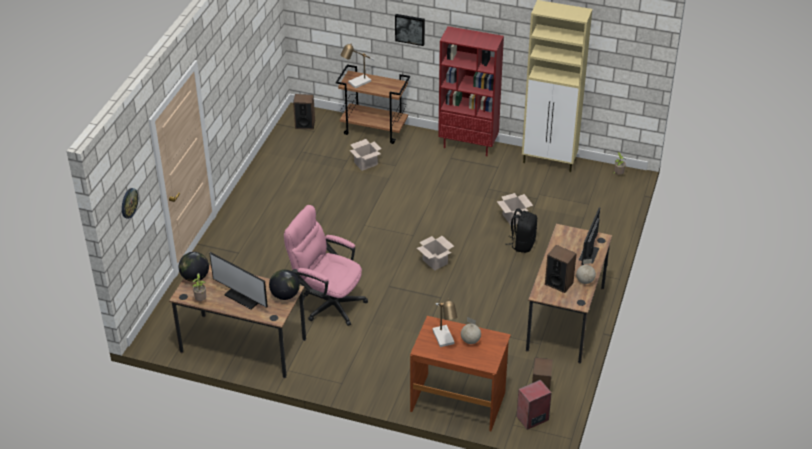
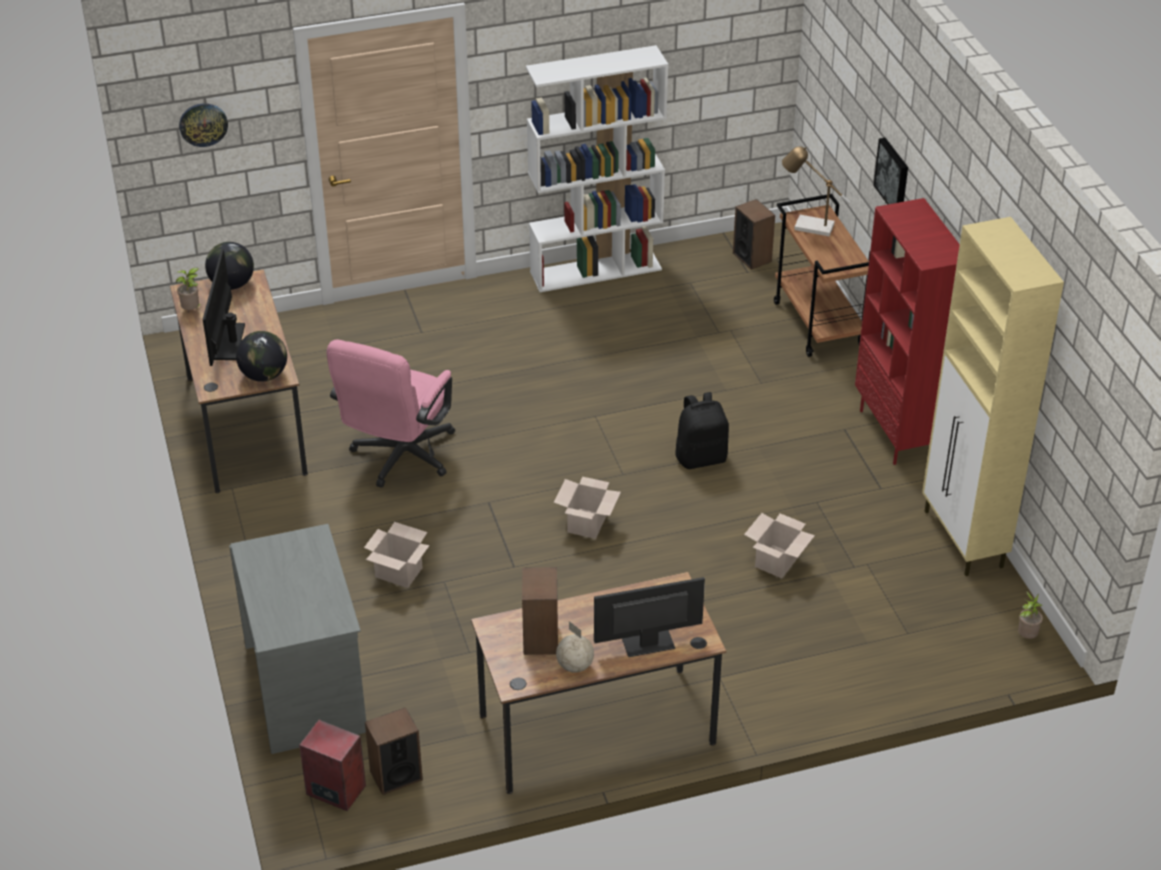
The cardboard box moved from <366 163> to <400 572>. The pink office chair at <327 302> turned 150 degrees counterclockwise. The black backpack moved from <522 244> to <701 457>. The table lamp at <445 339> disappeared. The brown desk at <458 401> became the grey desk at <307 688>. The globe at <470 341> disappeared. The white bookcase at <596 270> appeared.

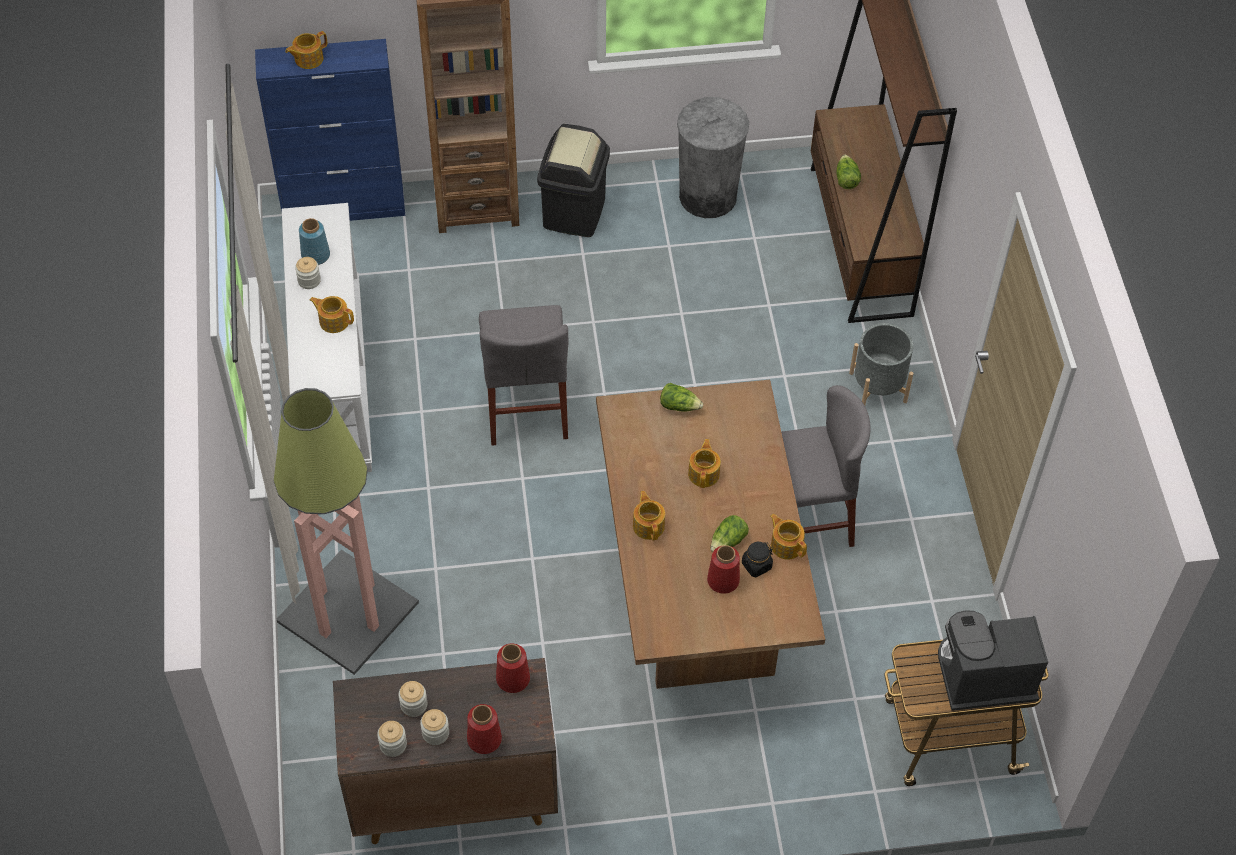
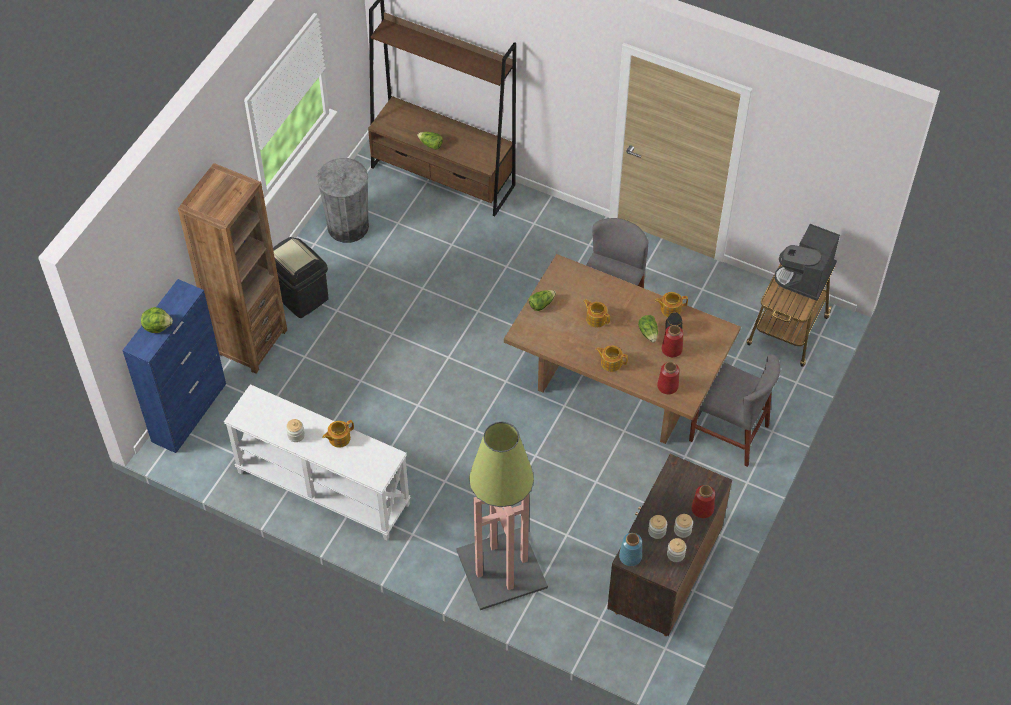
The teapot at <308 59> was replaced by the lettuce at <157 326>. The blue vase moved from <316 255> to <630 556>. The grey chair moved from <526 405> to <728 433>. The grey planter at <878 387> disappeared. The red vase moved from <512 678> to <667 386>.

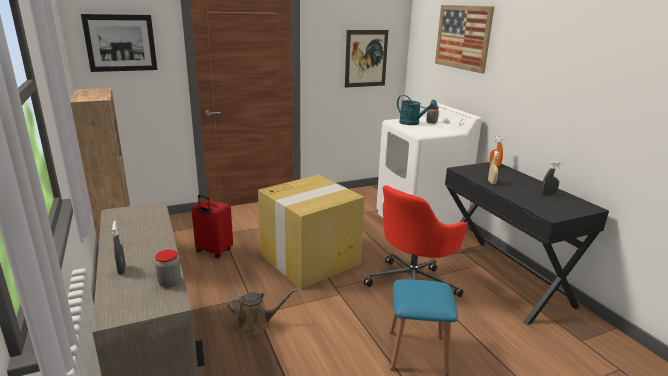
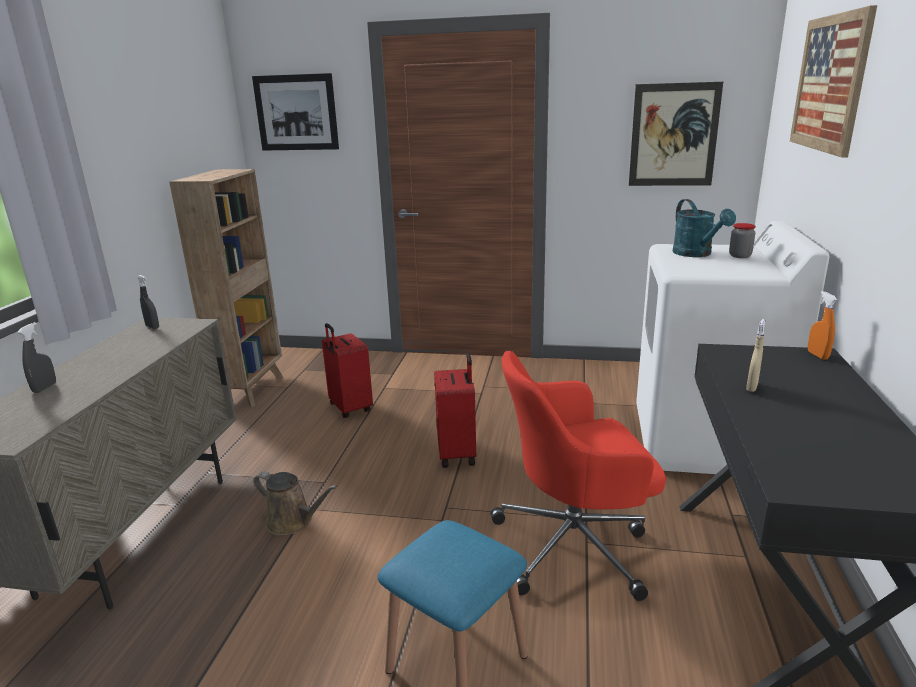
The grey spray bottle moved from <548 194> to <152 327>. The cardboard box at <311 259> was replaced by the red suitcase at <458 454>. The jar at <169 282> disappeared.

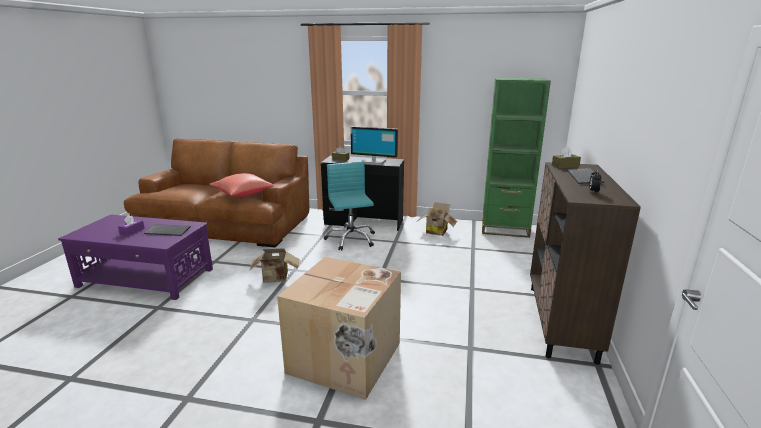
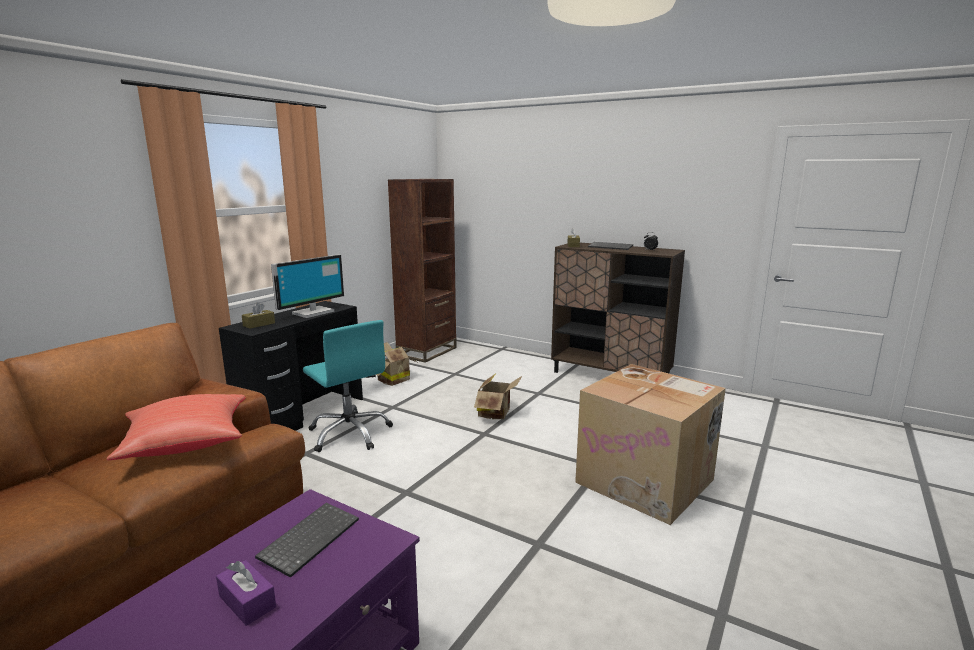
The green bookcase at <505 229> became the brown bookcase at <427 352>. The turquoise office chair at <350 239> turned 135 degrees counterclockwise. The cardboard box moved from <276 279> to <497 413>.

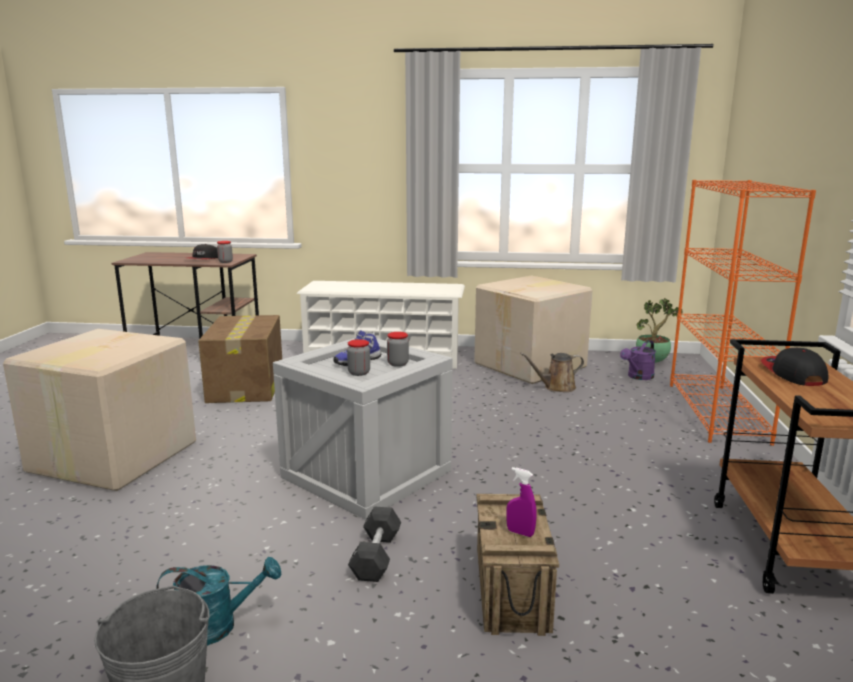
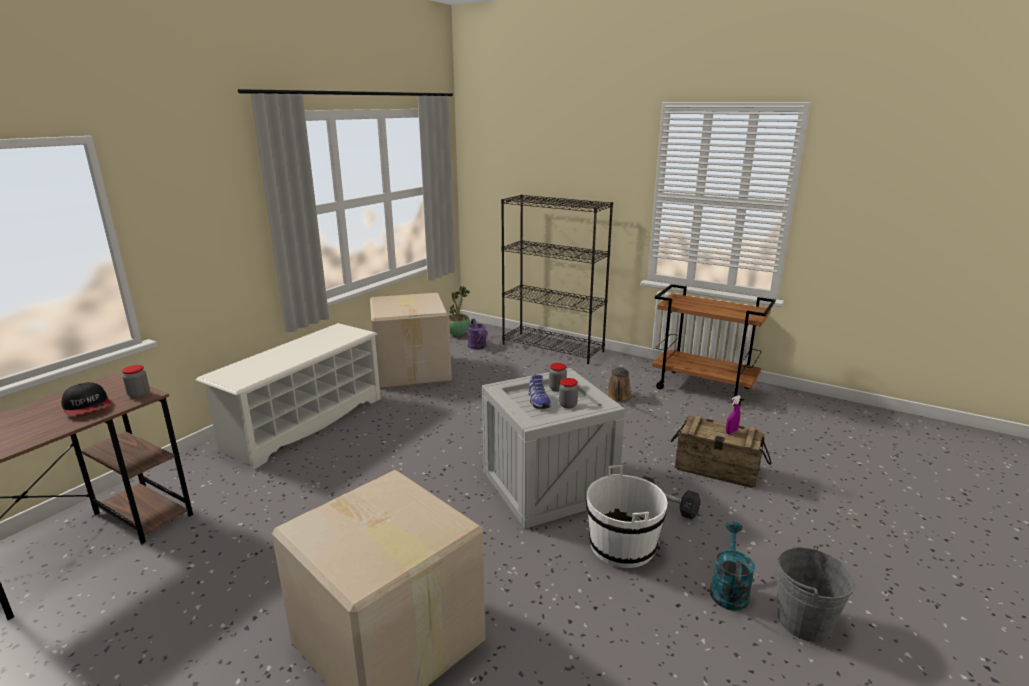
The orange bookcase at <717 412> became the black bookcase at <553 347>. The cardboard box at <246 386> disappeared. The cap at <793 373> disappeared. The brown watering can moved from <556 387> to <618 397>. The white bucket at <622 546> appeared.

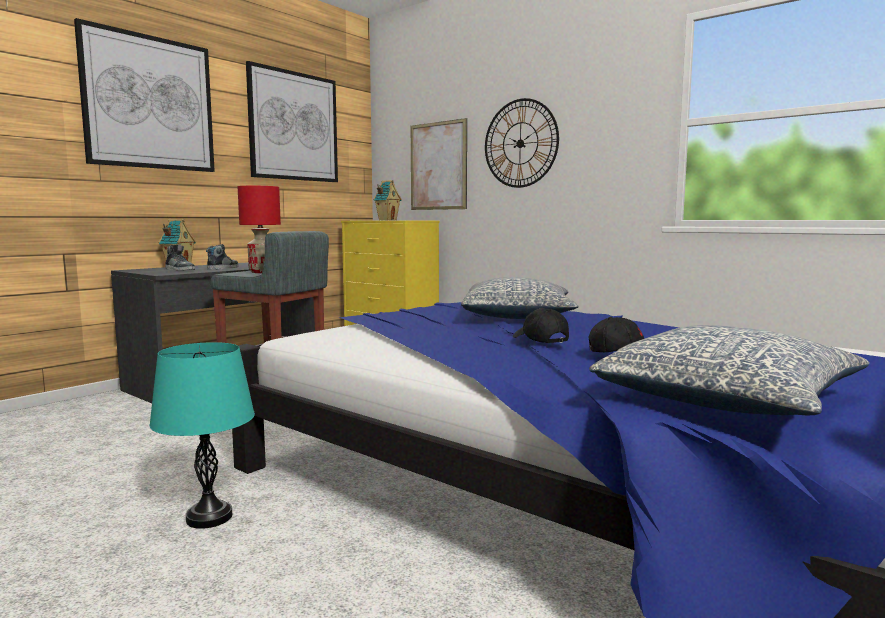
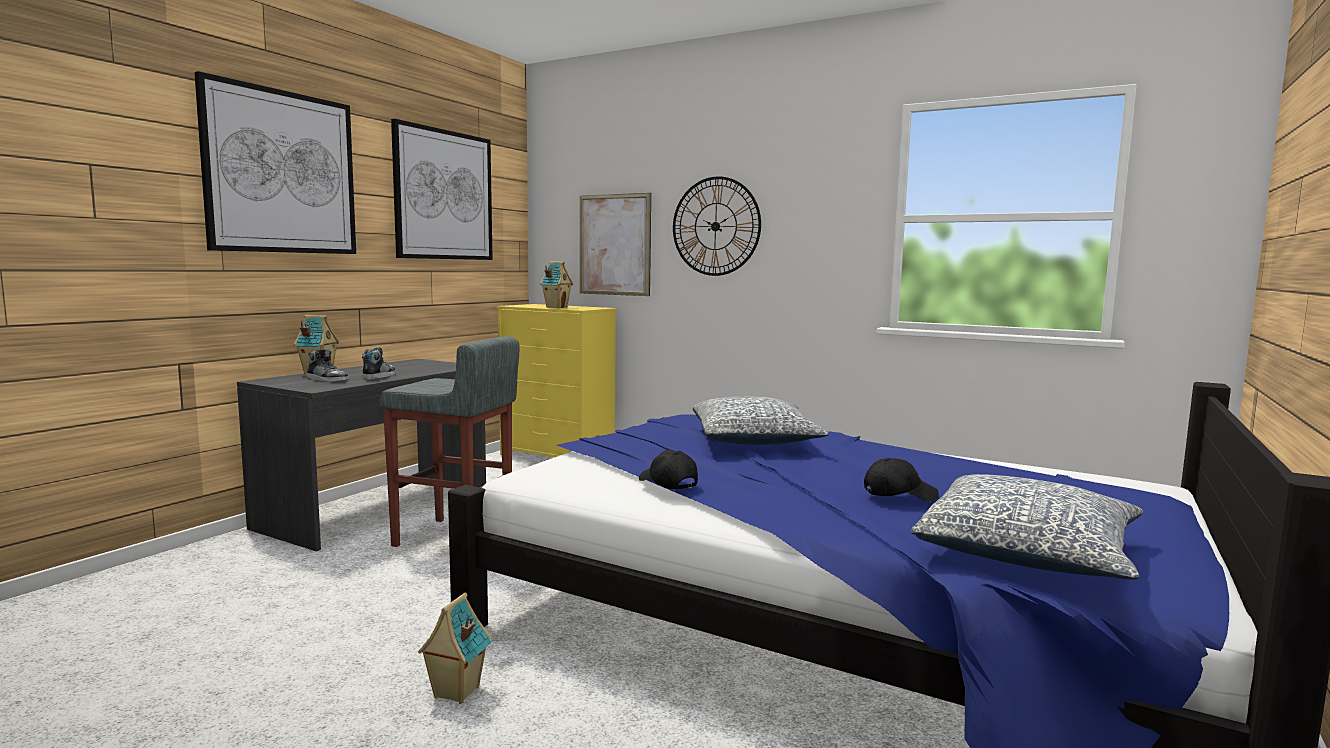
The red table lamp at <262 272> disappeared. The black cap moved from <539 340> to <667 483>. The turquoise table lamp at <209 517> was replaced by the toy house at <455 693>.

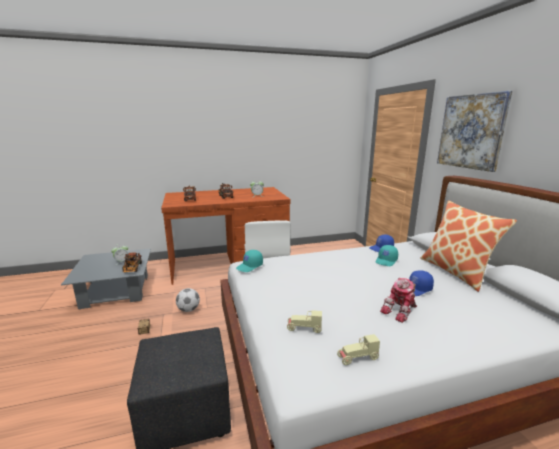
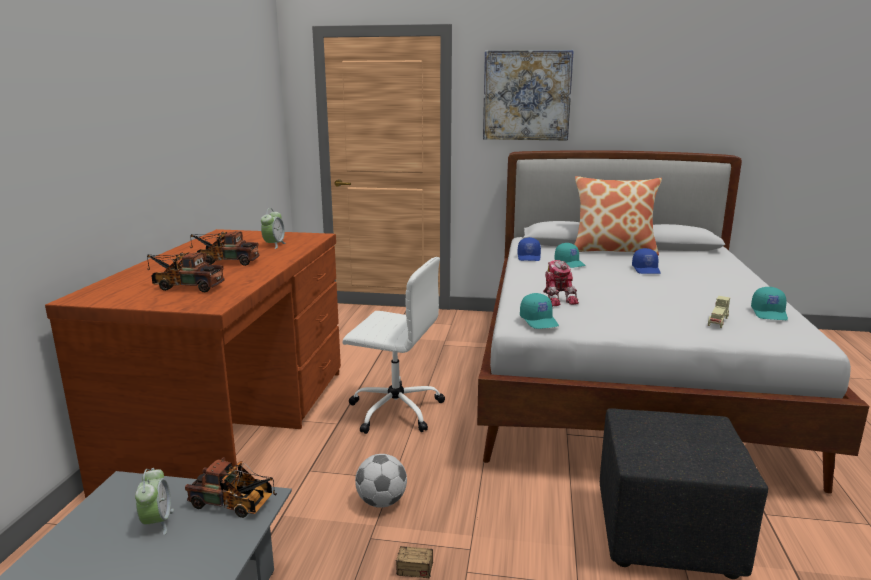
The toy robot moved from <401 311> to <558 299>. The beige toy car at <357 358> was replaced by the turquoise cap at <769 313>.

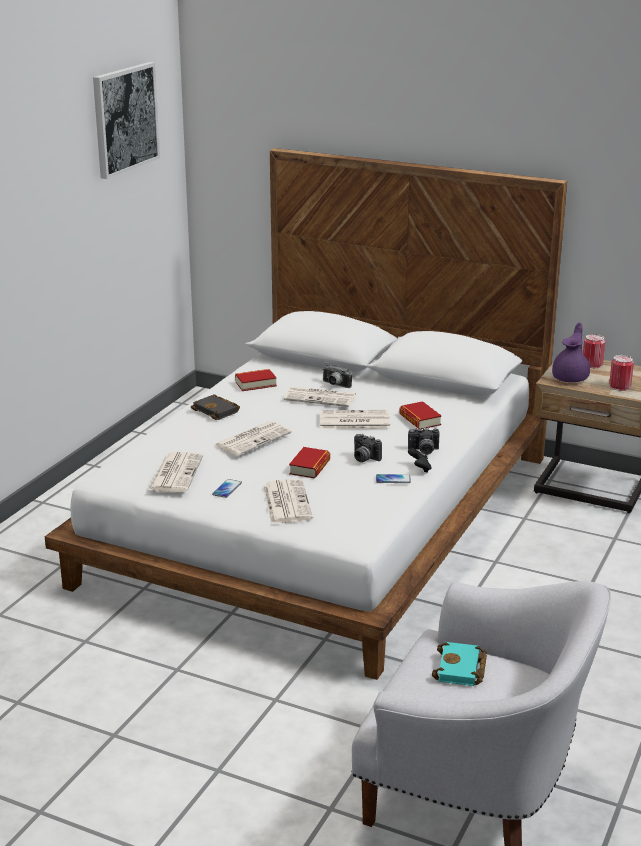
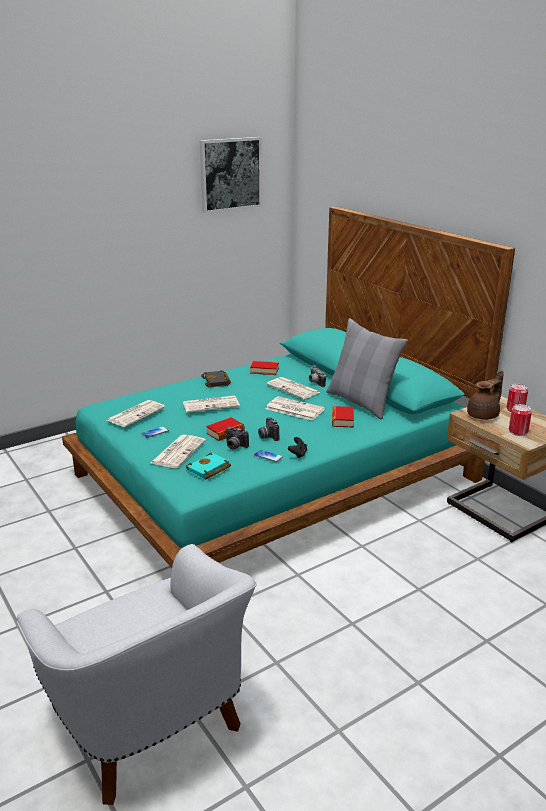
The white bed at <322 518> became the turquoise bed at <273 477>. The purple teapot at <571 377> became the brown teapot at <484 415>. The photo camera moved from <423 451> to <234 446>. The turquoise book moved from <461 669> to <208 470>. The grey pillow at <361 402> appeared.

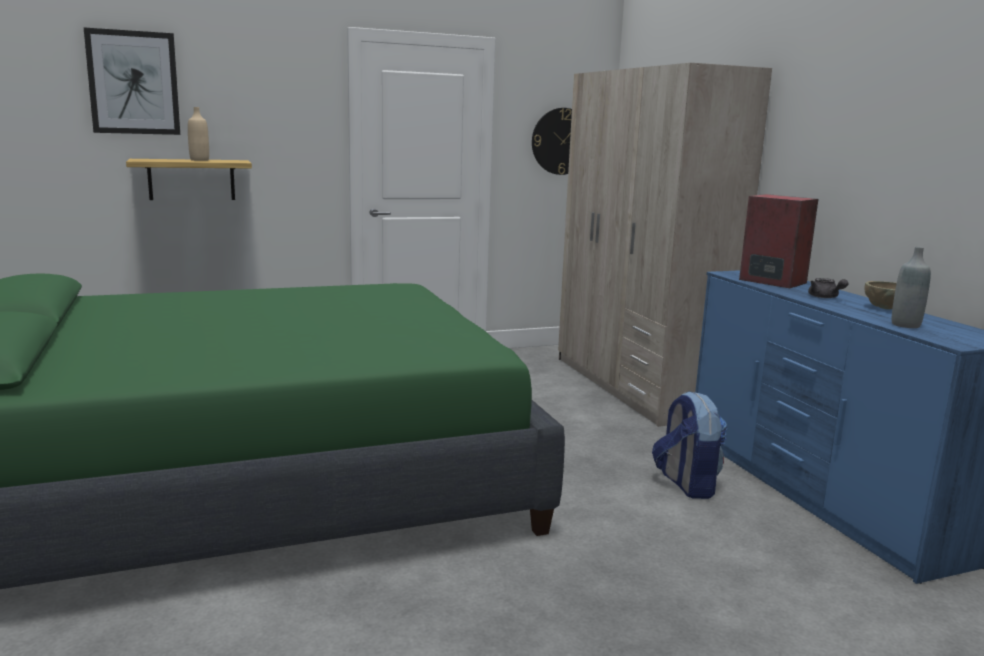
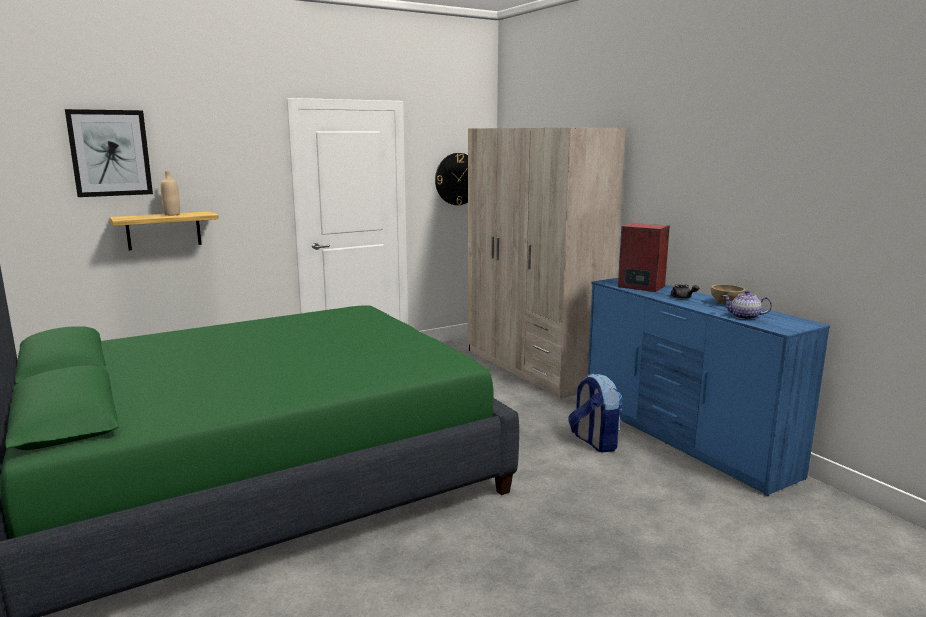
The grey bottle at <905 325> was replaced by the teapot at <744 317>.

